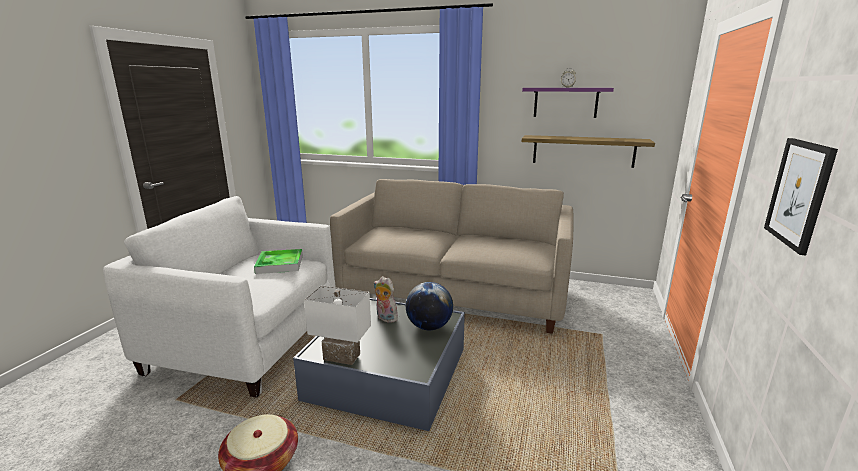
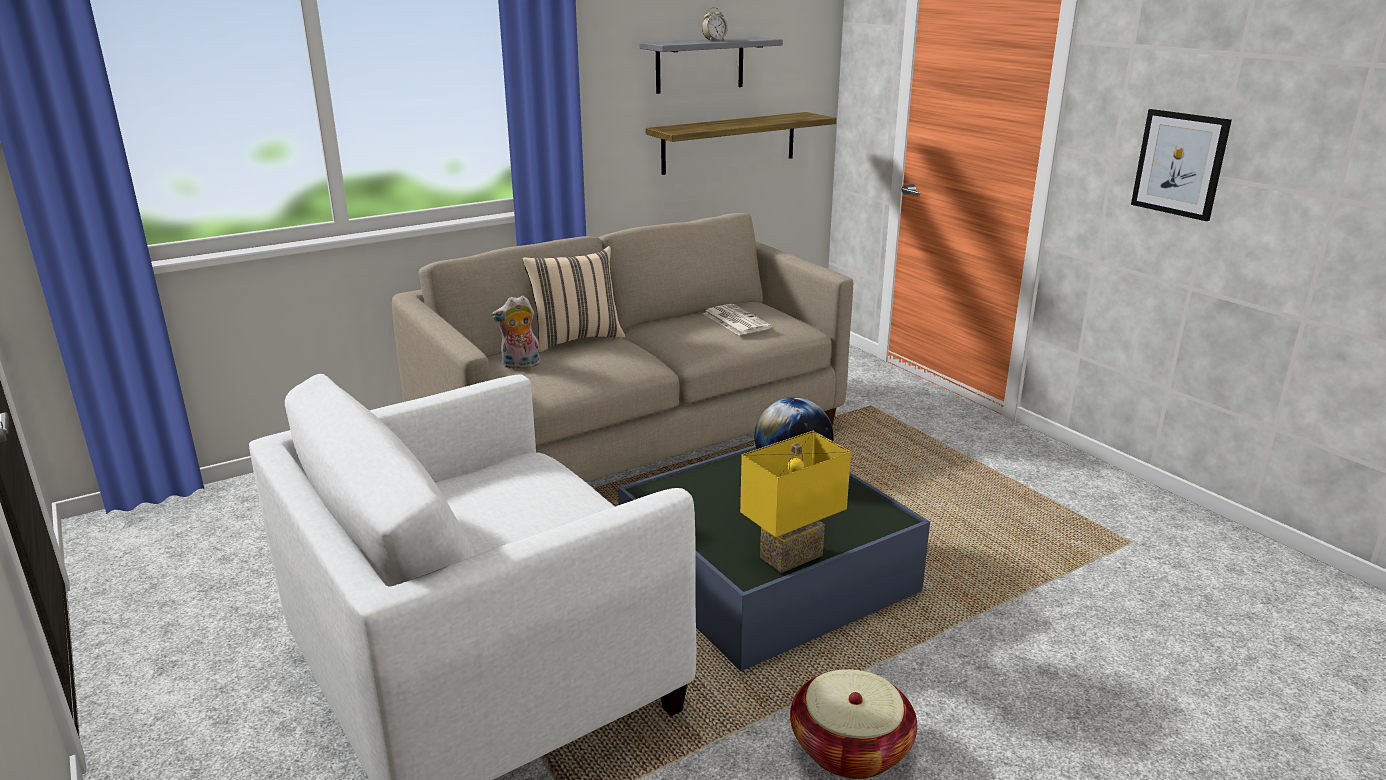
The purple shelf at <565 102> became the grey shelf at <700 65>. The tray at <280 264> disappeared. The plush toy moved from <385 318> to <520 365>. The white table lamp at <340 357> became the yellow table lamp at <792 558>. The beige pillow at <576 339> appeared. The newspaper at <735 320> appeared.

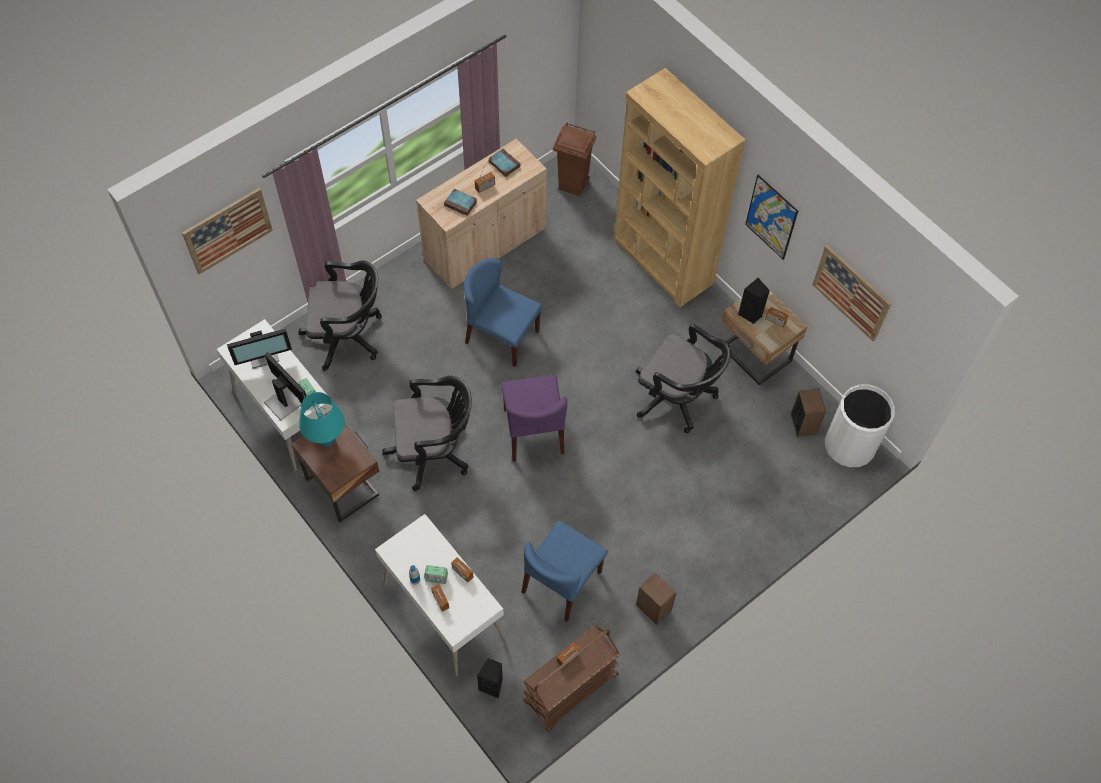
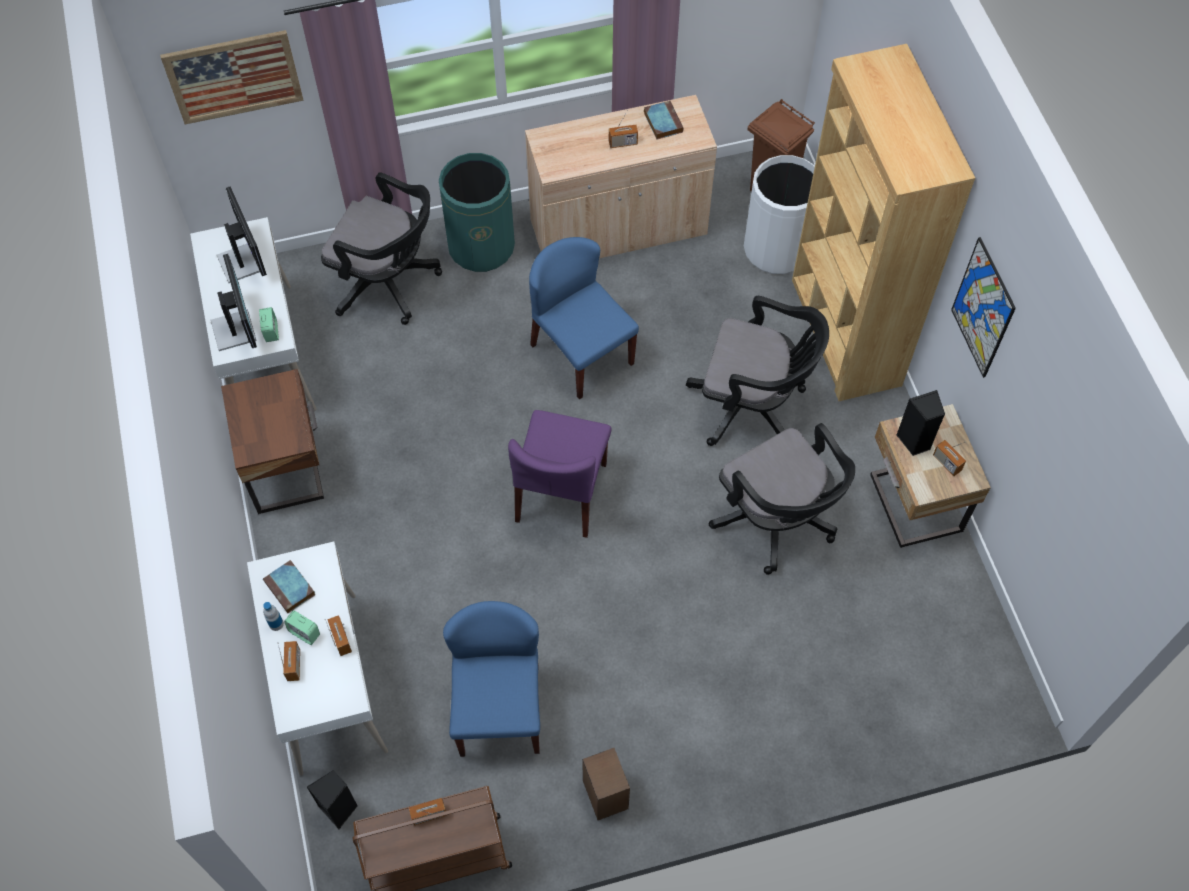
The book moved from <461 204> to <291 589>. The picture at <851 292> disappeared. The monitor at <264 355> turned 120 degrees counterclockwise. The black office chair moved from <434 451> to <752 405>. The white trash can moved from <849 445> to <776 248>. The speaker at <803 423> disappeared. The turquoise table lamp at <327 440> disappeared. The blue chair at <561 582> turned 120 degrees clockwise. The green trash can at <481 246> appeared.

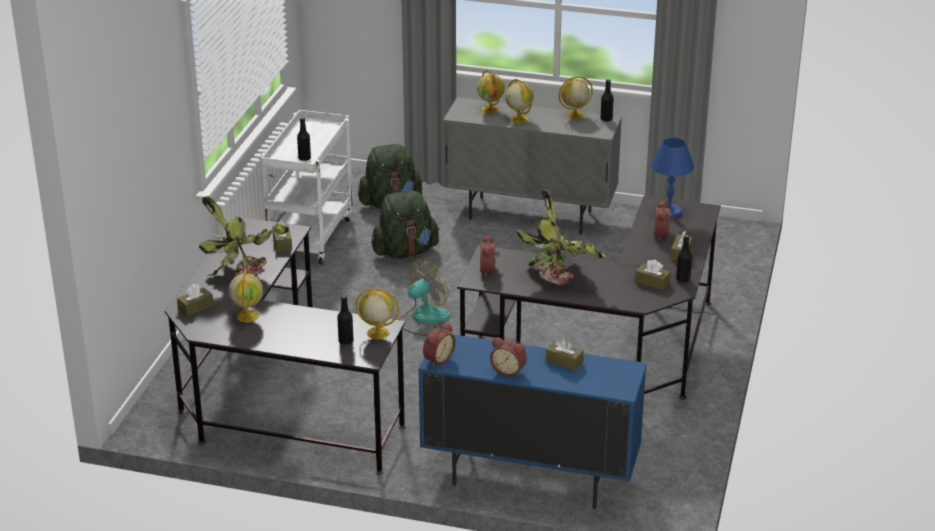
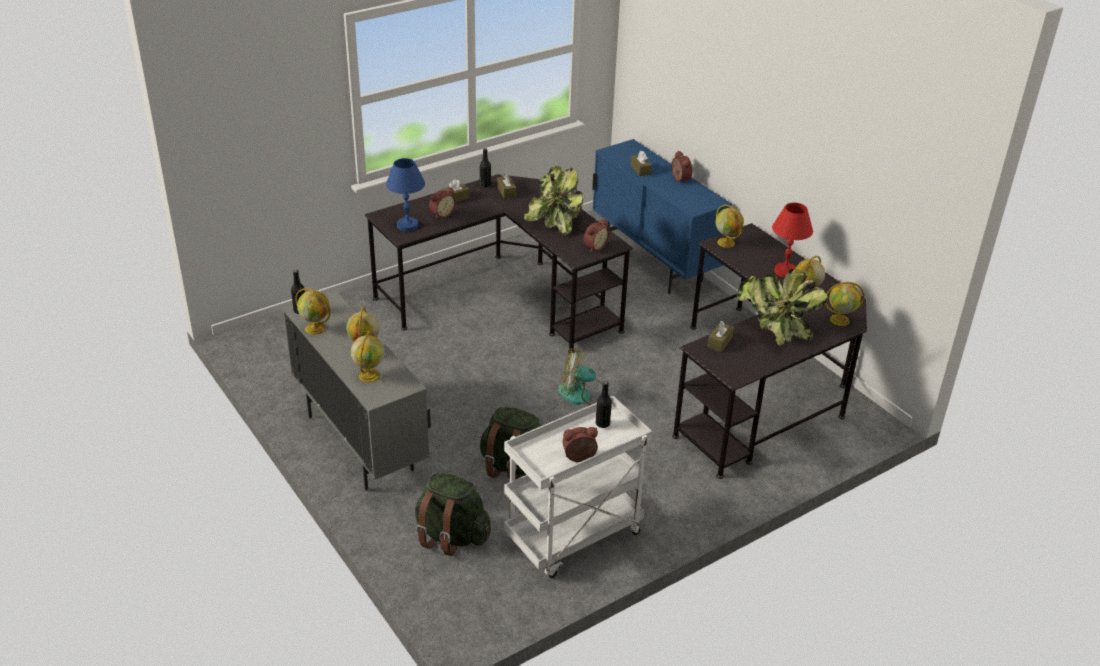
The brown tissue box at <195 307> was replaced by the globe at <840 320>. The black bottle at <346 341> disappeared. The alarm clock moved from <437 359> to <579 458>. The red table lamp at <785 271> appeared.

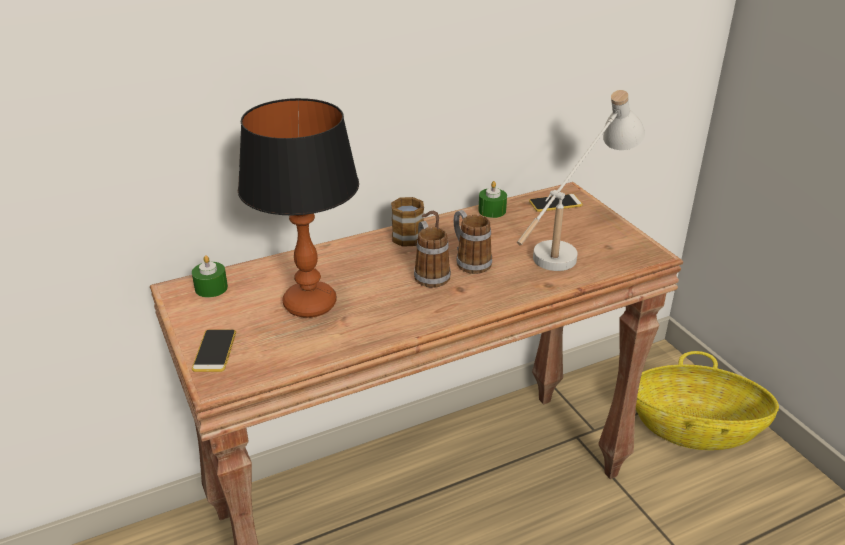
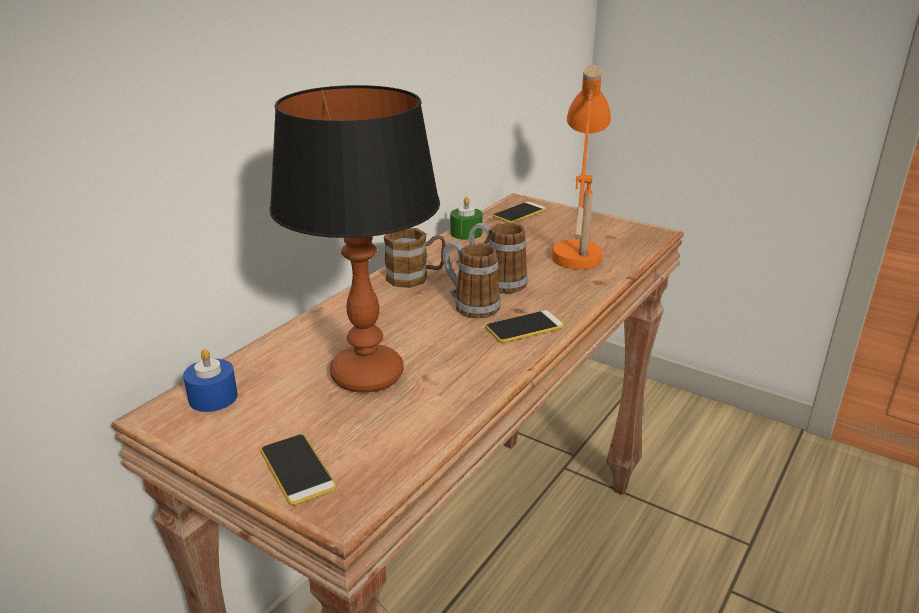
The white table lamp at <571 245> became the orange table lamp at <578 244>. The green candle at <211 288> became the blue candle at <213 397>. The basket at <694 428> disappeared. The phone at <524 327> appeared.

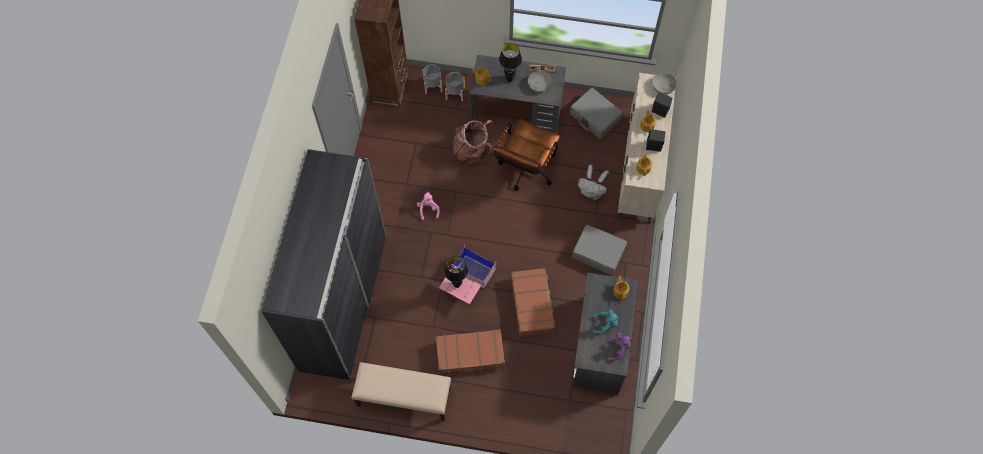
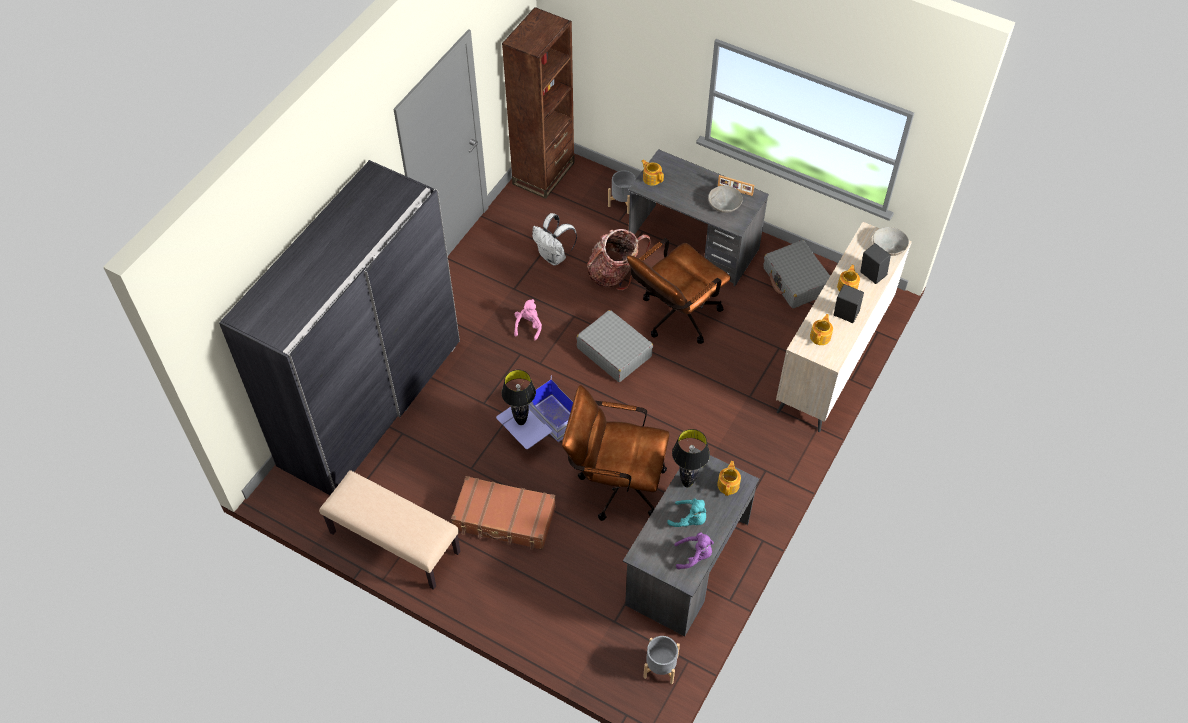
The black table lamp moved from <509 79> to <687 483>. The grey planter moved from <433 86> to <660 667>. The white backpack moved from <592 192> to <554 256>. The grey suitcase moved from <598 252> to <614 352>. The pink storage box at <467 282> became the blue storage box at <540 429>. The brown suitcase at <532 305> was replaced by the brown office chair at <615 483>.

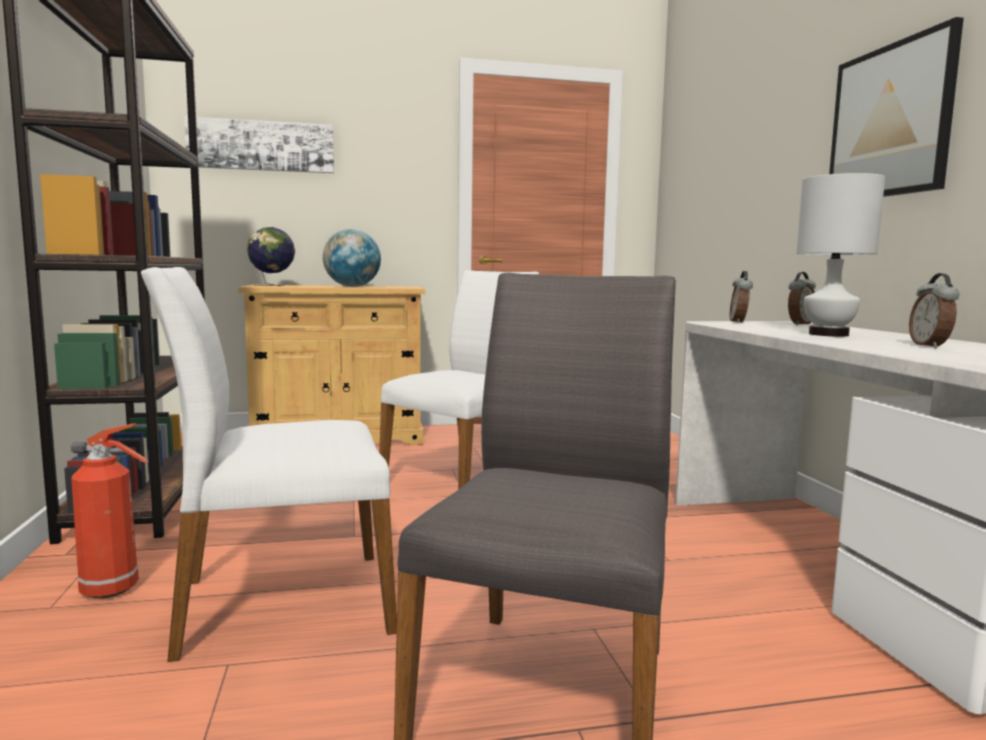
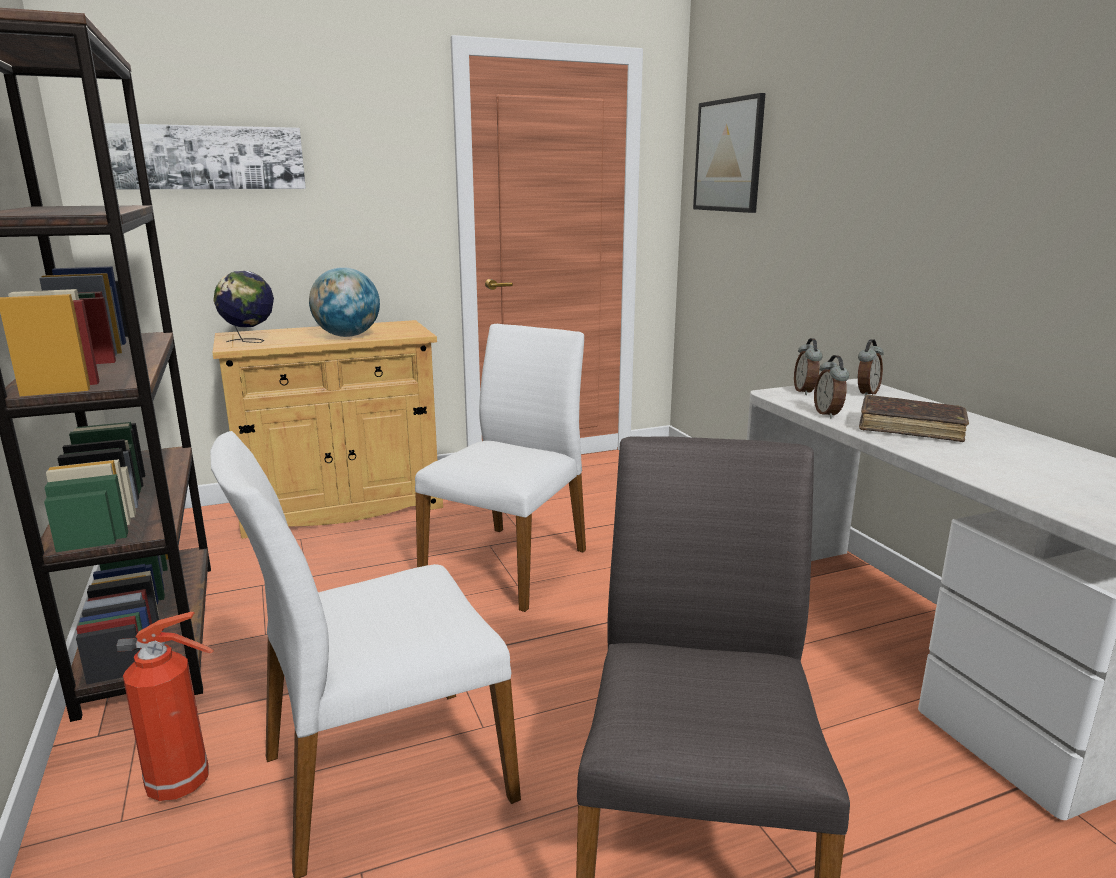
The picture moved from <890 121> to <728 155>. The white table lamp at <827 334> was replaced by the brown book at <910 428>. The alarm clock moved from <930 346> to <828 414>.

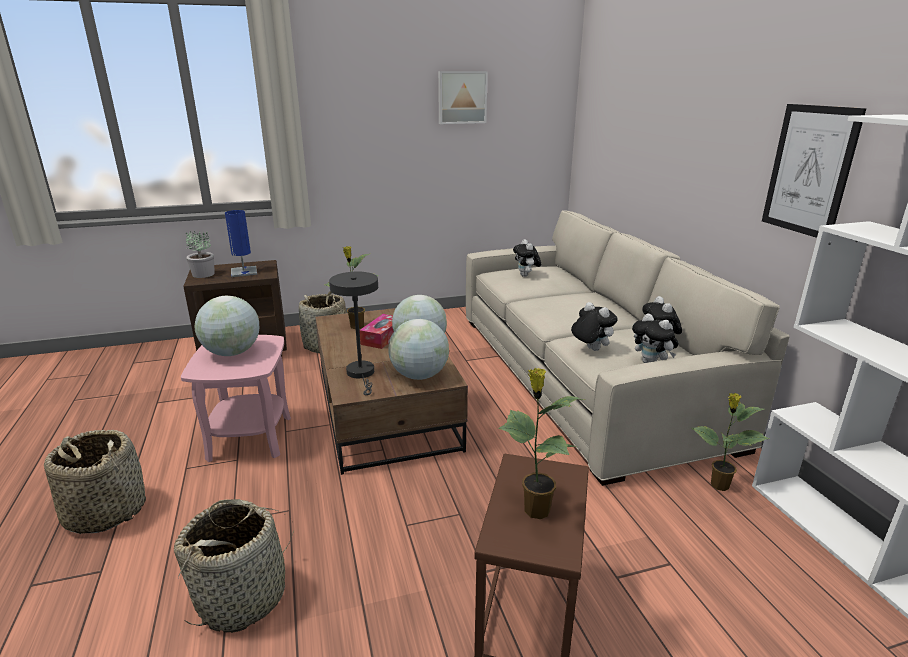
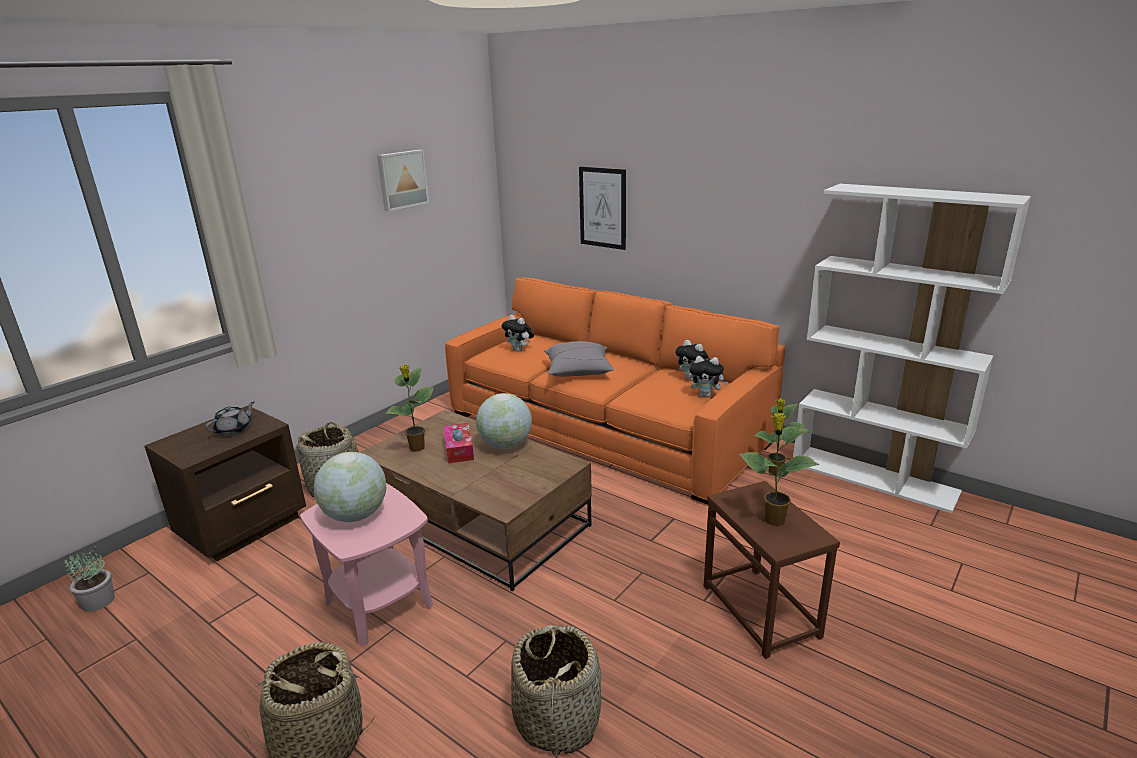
The picture moved from <809 170> to <602 208>. The blue table lamp at <244 272> was replaced by the grey teapot at <234 430>. The beige sofa at <581 374> became the orange sofa at <605 427>. The potted plant moved from <203 274> to <99 601>. The grey table lamp at <362 374> disappeared. The plush toy at <590 349> disappeared. The globe at <419 376> disappeared. The grey pillow at <578 371> appeared.

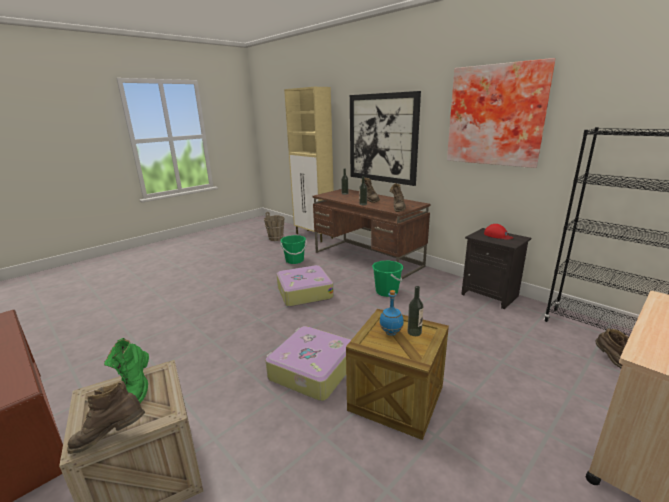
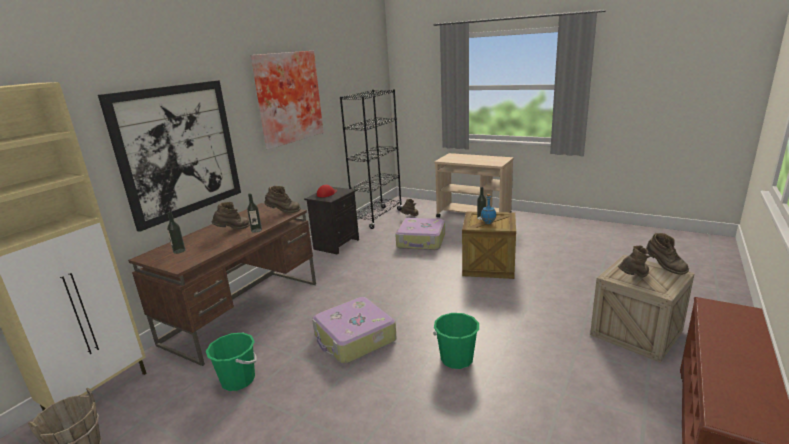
The green bucket moved from <387 292> to <456 359>. The suitcase moved from <311 370> to <421 241>. The green boot at <136 388> became the brown boot at <633 277>.

